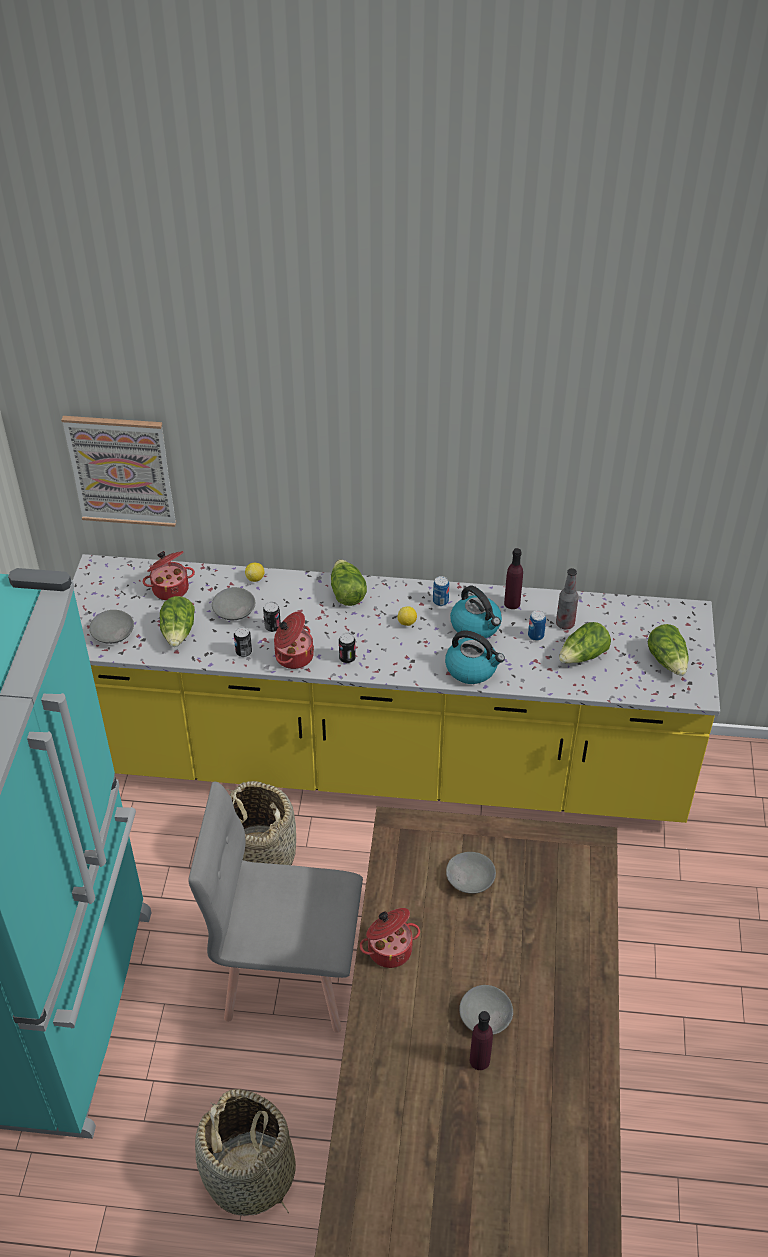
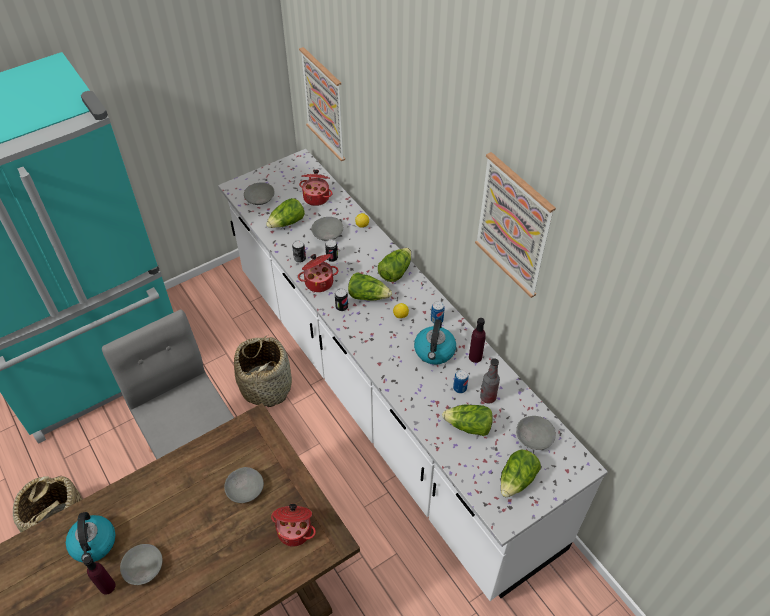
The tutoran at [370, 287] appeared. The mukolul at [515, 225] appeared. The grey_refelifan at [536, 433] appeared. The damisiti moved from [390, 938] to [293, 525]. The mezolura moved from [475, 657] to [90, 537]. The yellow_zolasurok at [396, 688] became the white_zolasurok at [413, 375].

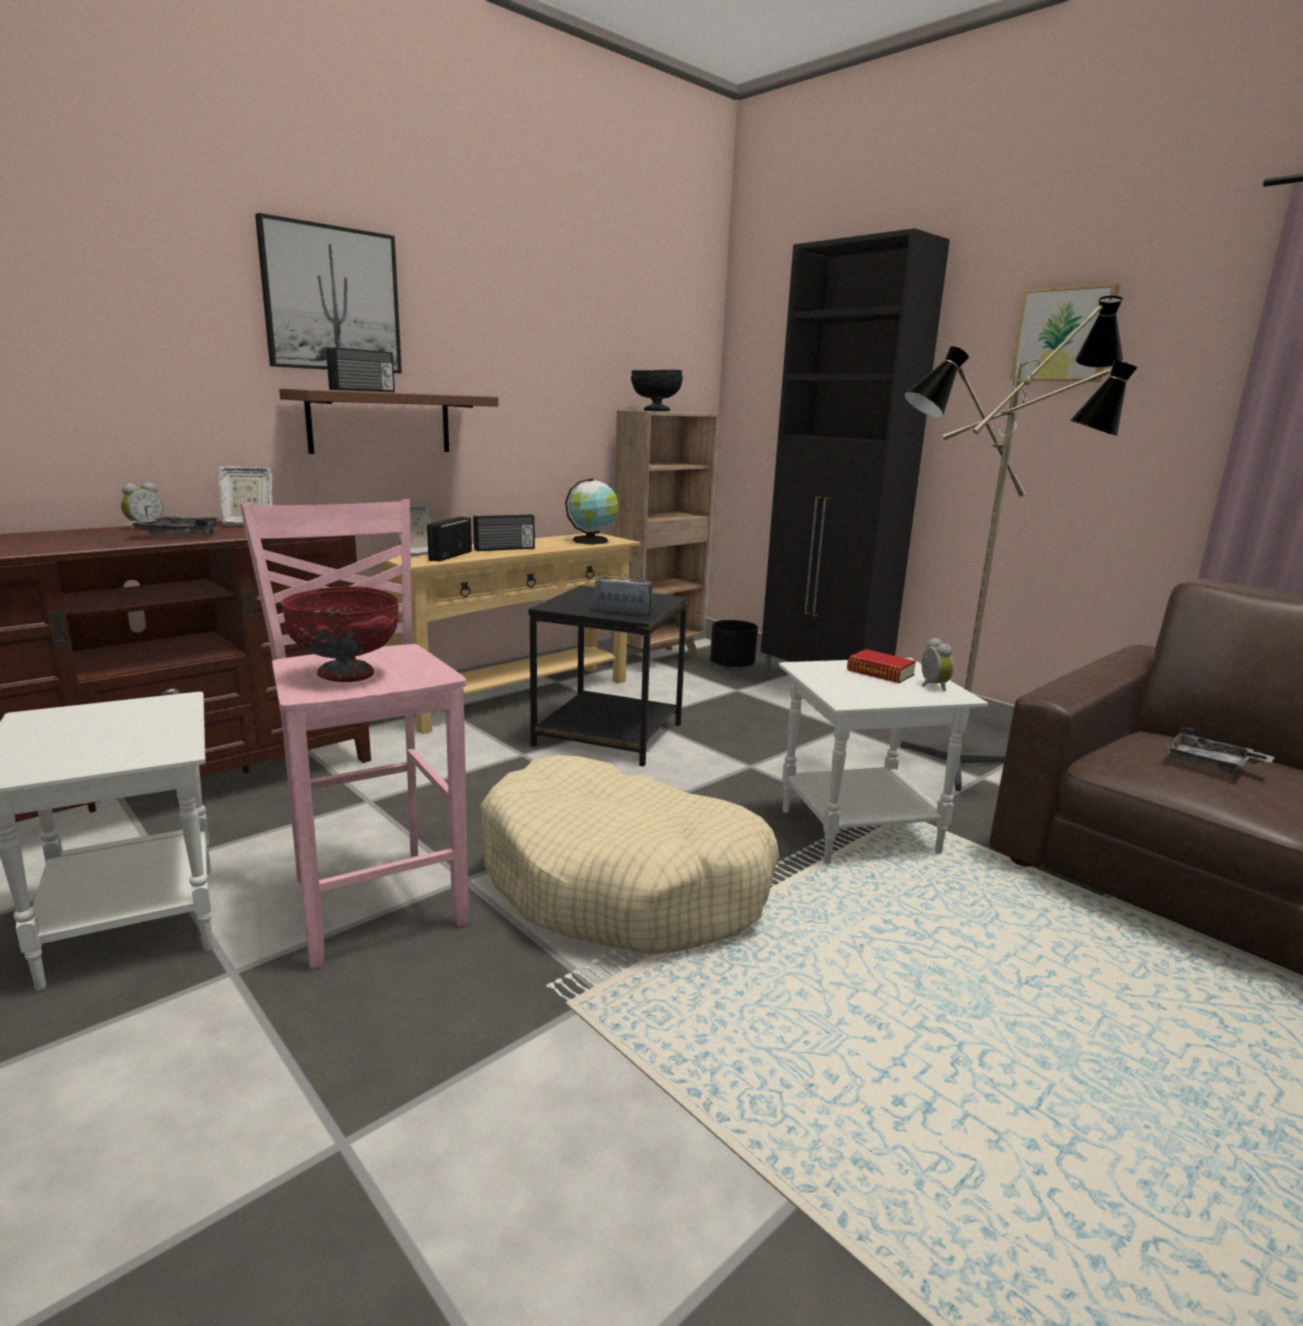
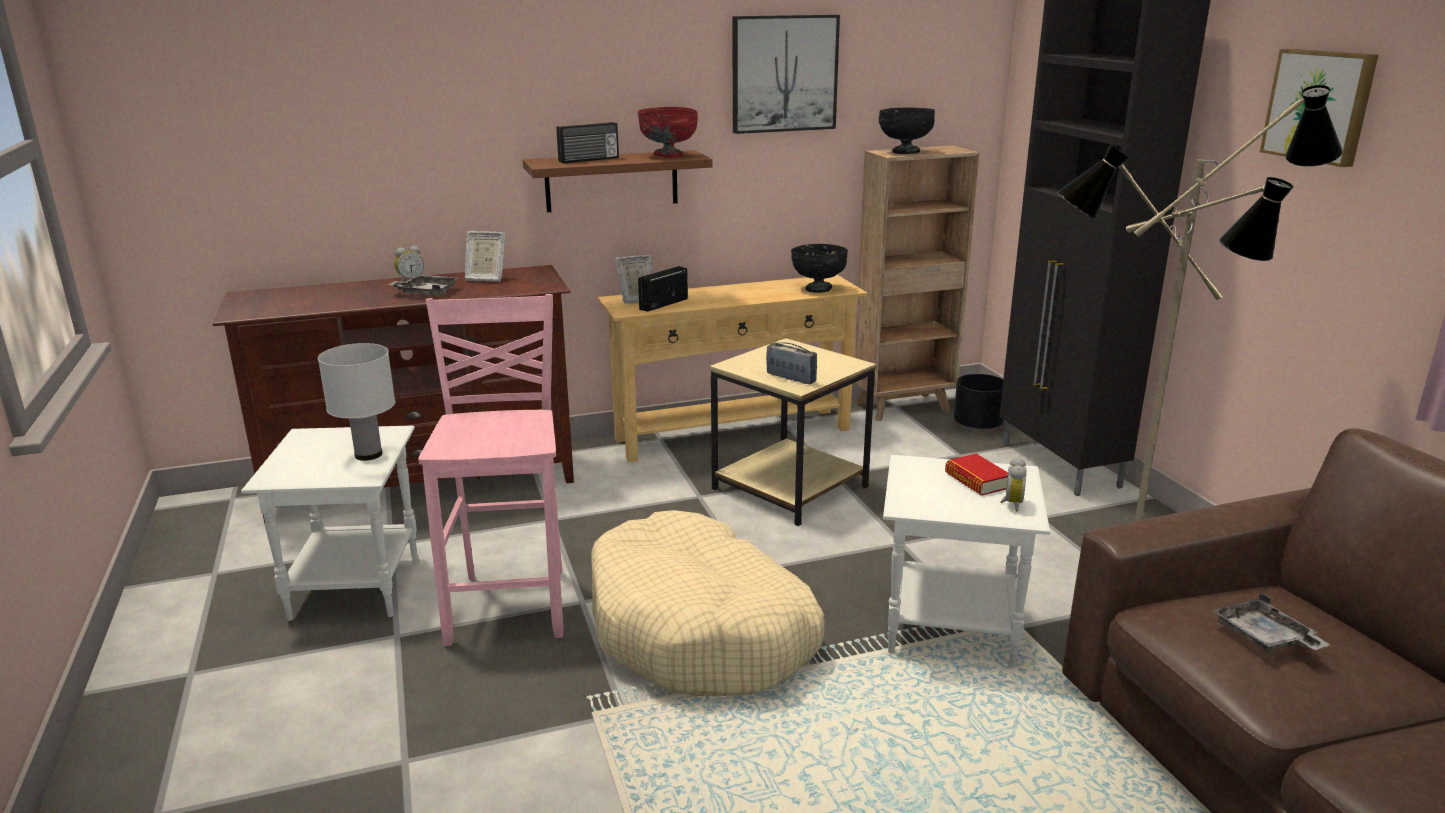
The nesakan at [504, 532] disappeared. The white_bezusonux at [356, 402] appeared. The mukolul moved from [328, 293] to [786, 74]. The red_refelifan moved from [340, 634] to [667, 132]. The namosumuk at [592, 511] was replaced by the black_refelifan at [819, 268]. The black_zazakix at [608, 676] became the beige_zazakix at [793, 432].

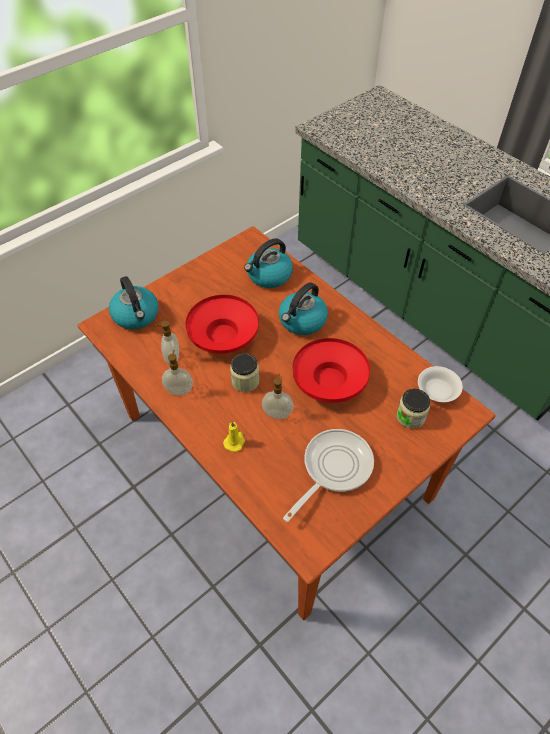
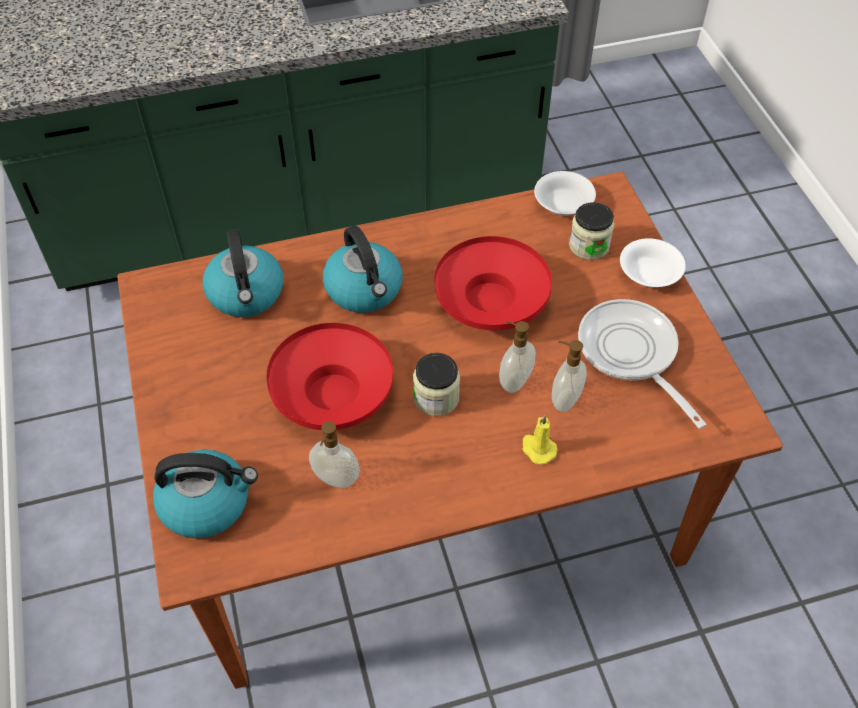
The white_refelifan at [653, 262] appeared. The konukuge moved from [177, 372] to [569, 376].

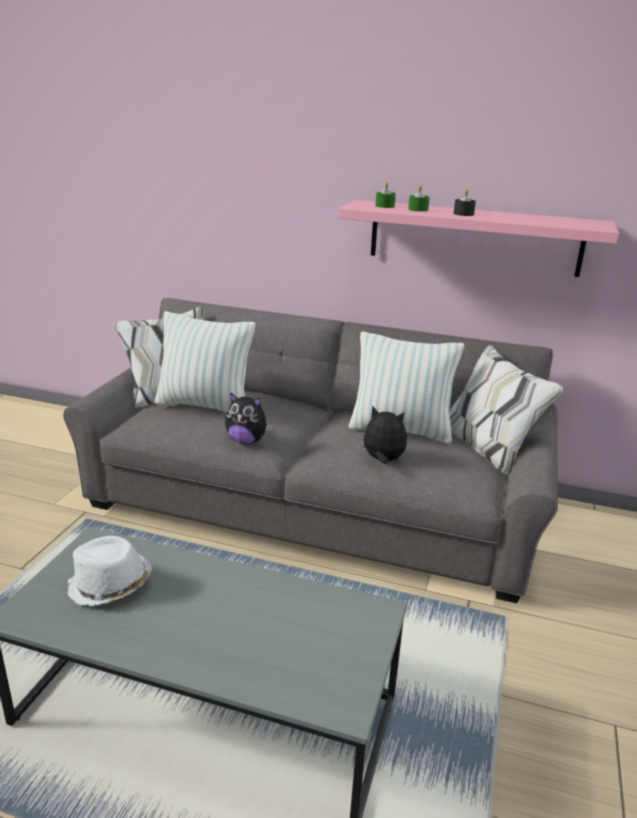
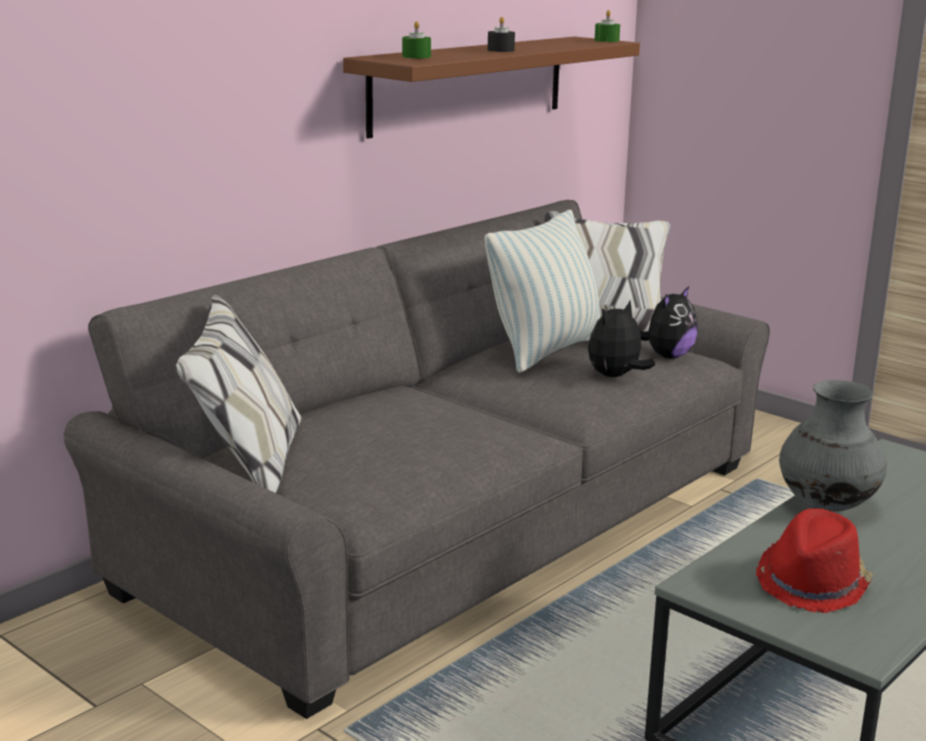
The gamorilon at [205, 362] disappeared. The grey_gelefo at [833, 445] appeared. The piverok moved from [249, 418] to [669, 322]. The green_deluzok moved from [418, 198] to [607, 26]. The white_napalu at [110, 571] became the red_napalu at [814, 560]. The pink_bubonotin at [478, 238] became the brown_bubonotin at [491, 87].

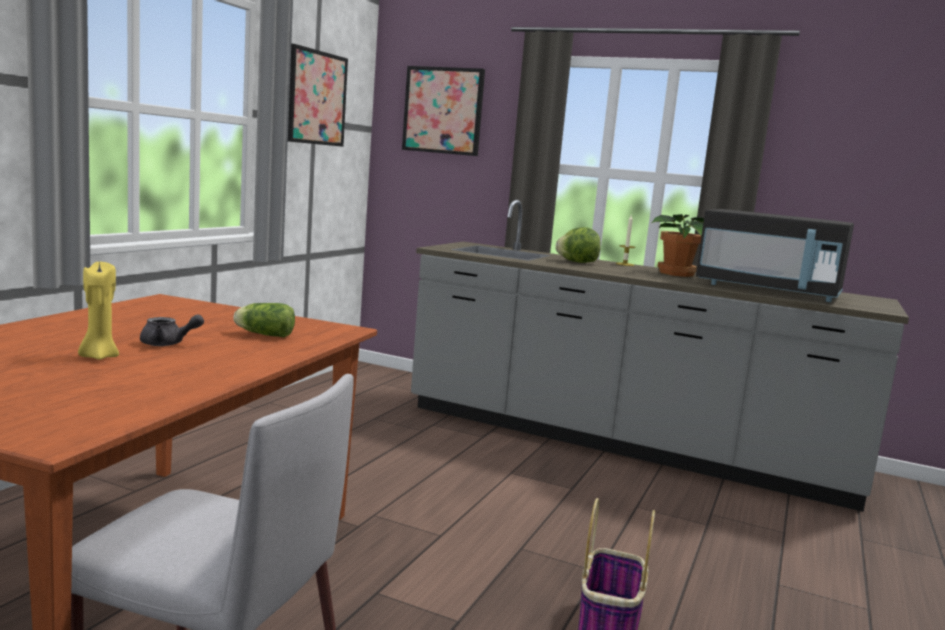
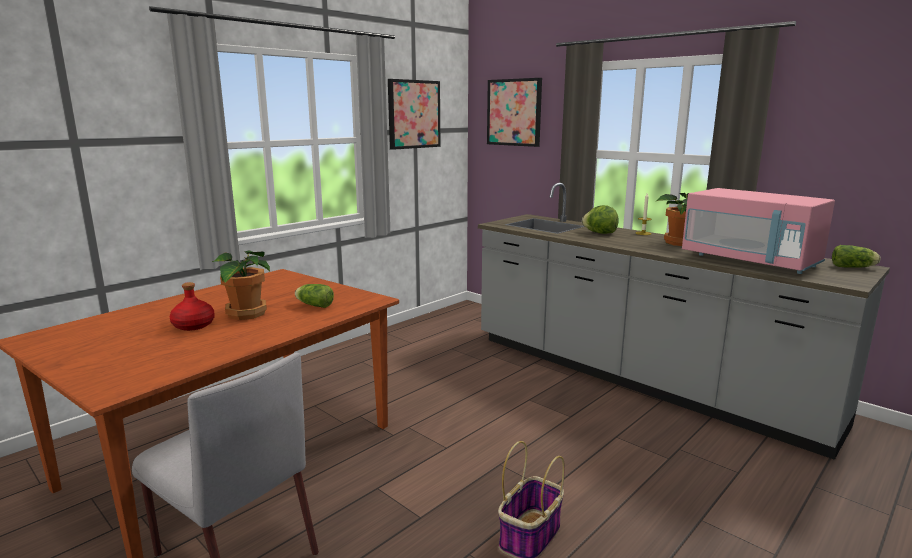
The tutoran at [856, 256] appeared. The yellow_deluzok at [98, 310] was replaced by the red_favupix at [192, 306]. The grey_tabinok at [172, 330] was replaced by the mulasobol at [241, 285]. The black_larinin at [775, 255] became the pink_larinin at [758, 231].

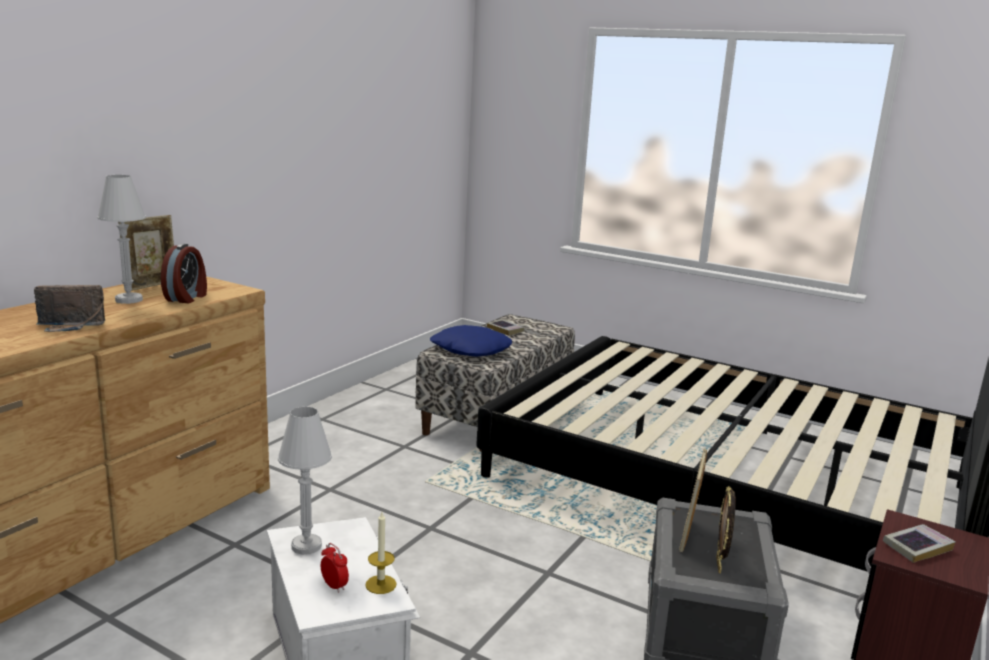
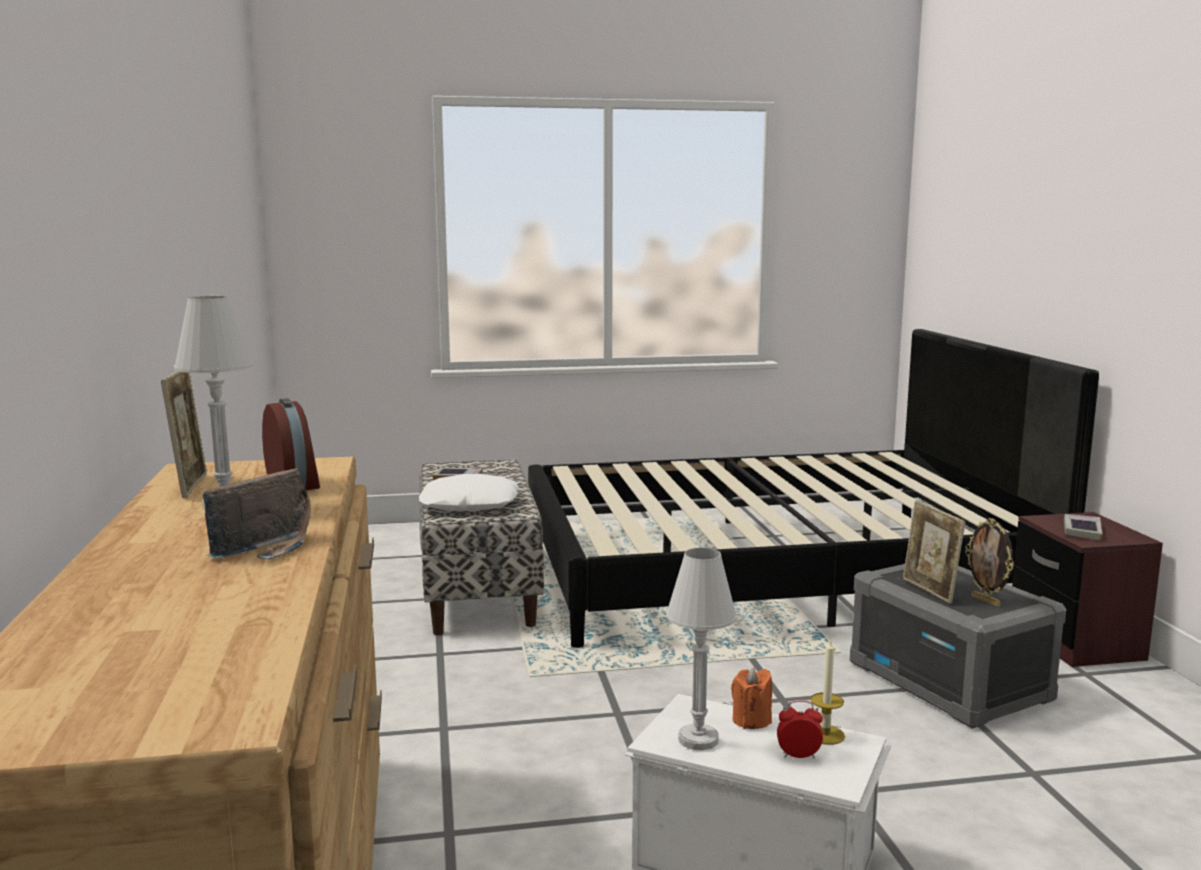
The orange_deluzok at [751, 698] appeared. The blue_gamorilon at [471, 341] became the white_gamorilon at [469, 492].

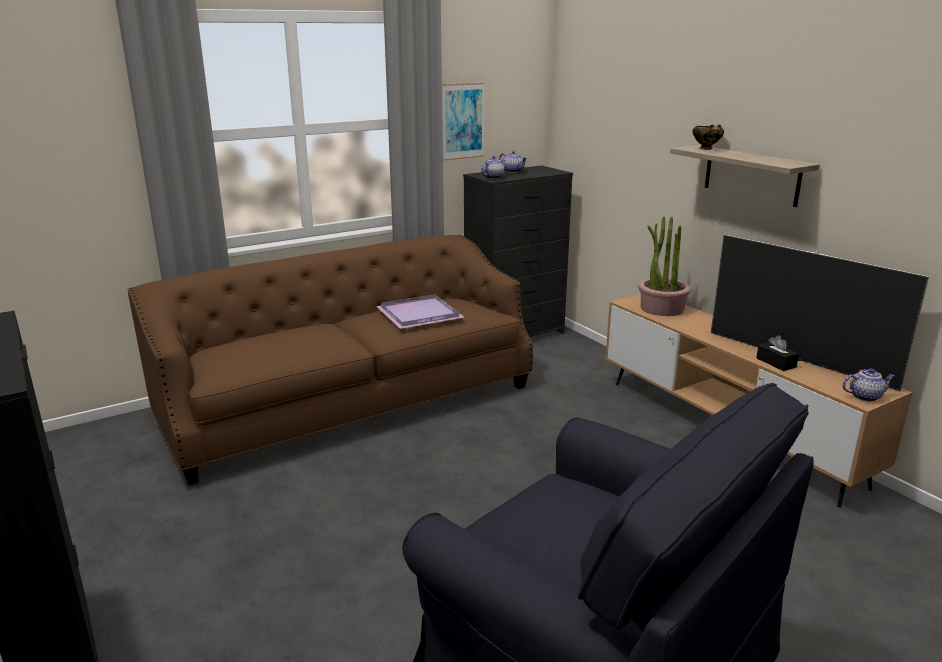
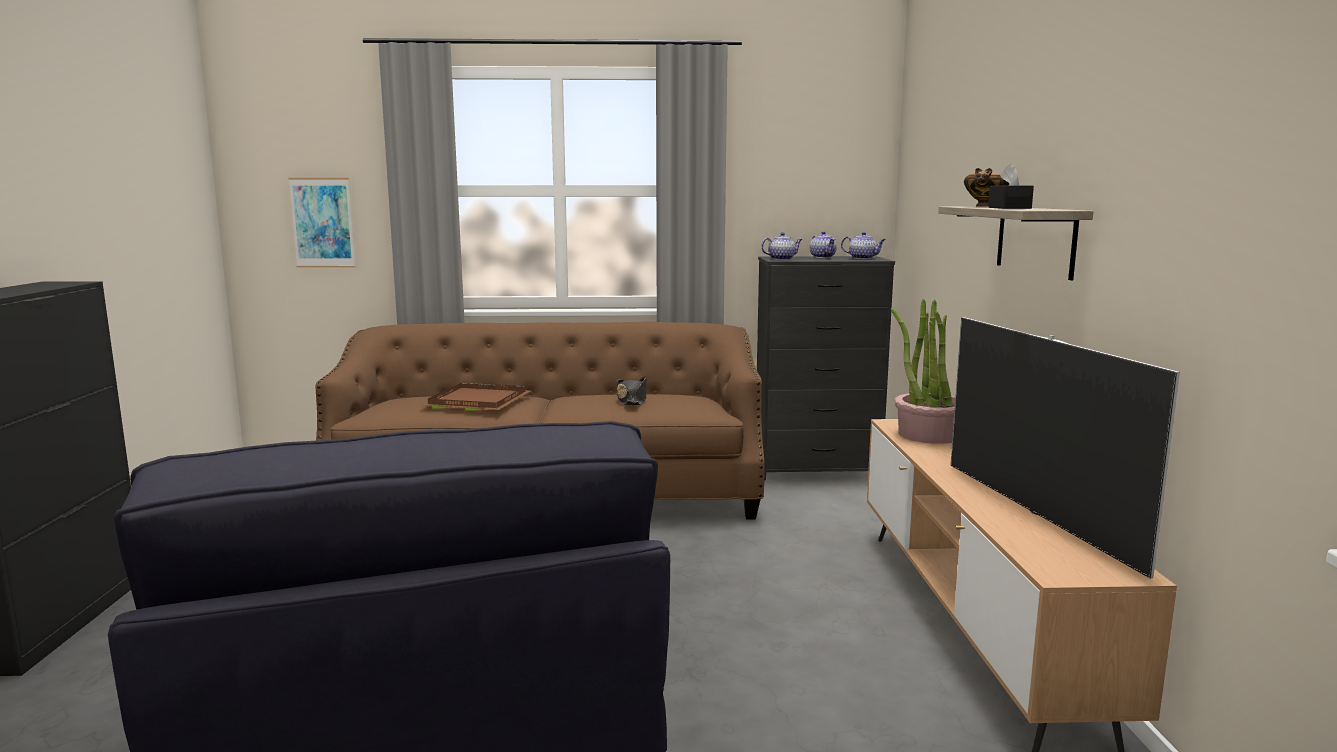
The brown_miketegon at [476, 397] appeared. The mukolul moved from [463, 122] to [322, 223]. The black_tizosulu moved from [777, 353] to [1011, 186]. The tabinok moved from [868, 385] to [863, 245]. The purple_miketegon at [420, 311] was replaced by the black_napalu at [631, 390].

